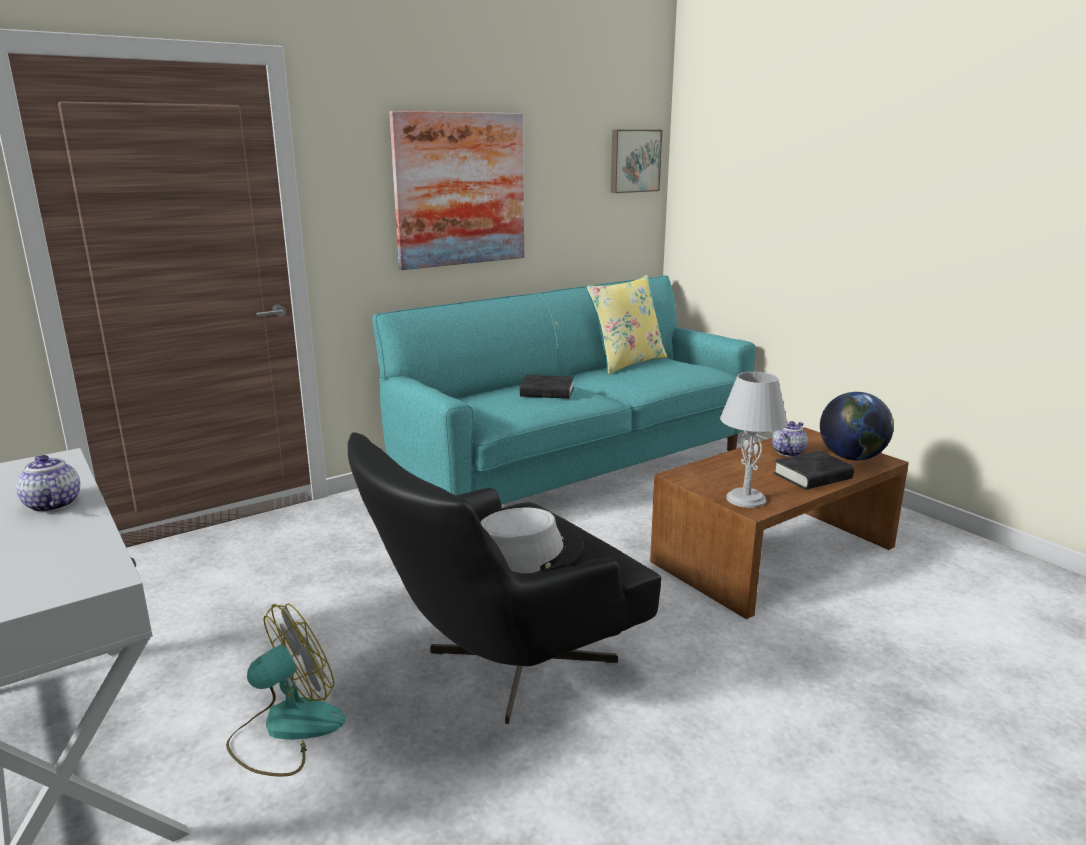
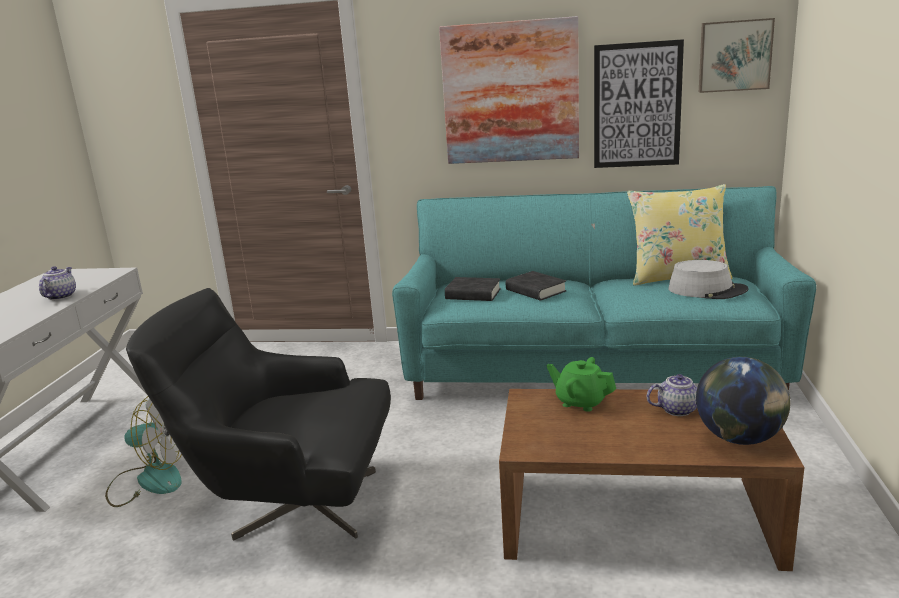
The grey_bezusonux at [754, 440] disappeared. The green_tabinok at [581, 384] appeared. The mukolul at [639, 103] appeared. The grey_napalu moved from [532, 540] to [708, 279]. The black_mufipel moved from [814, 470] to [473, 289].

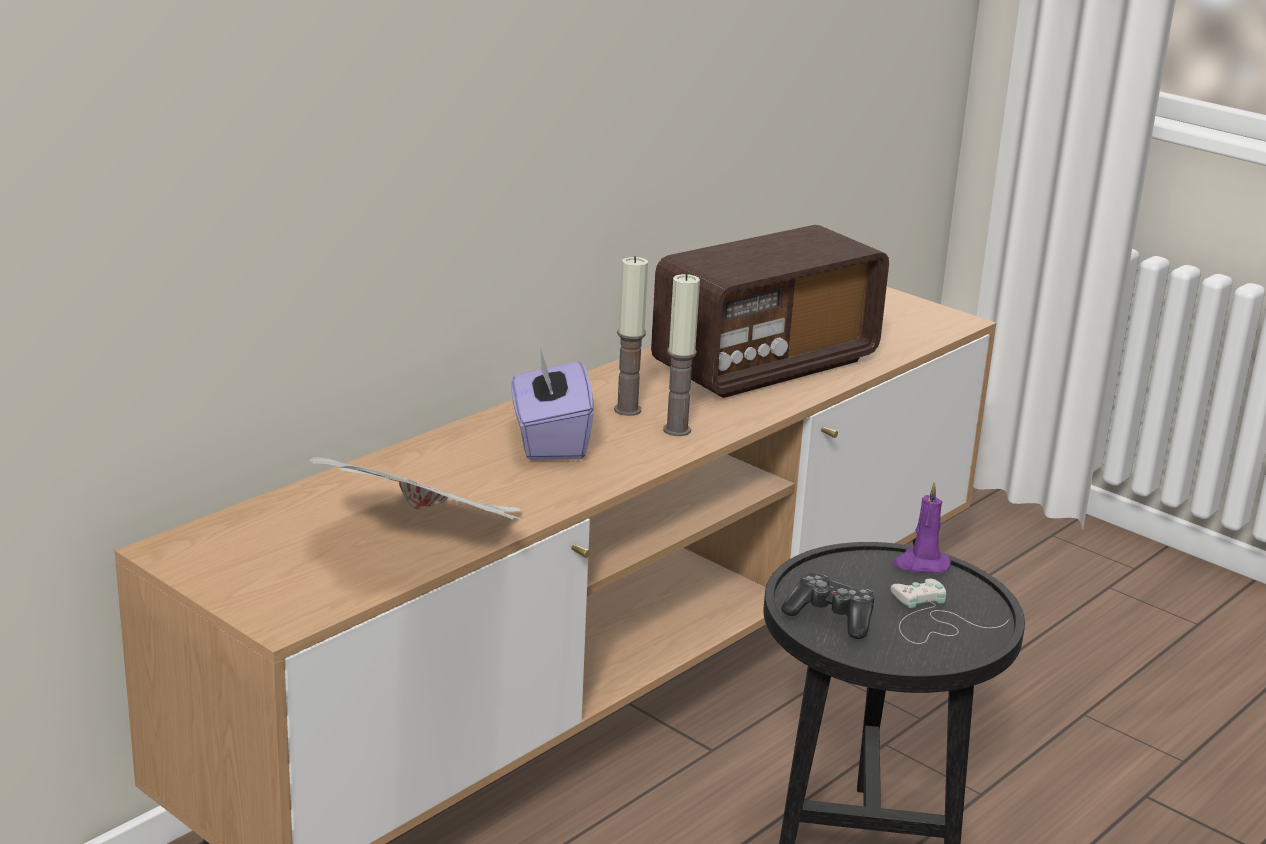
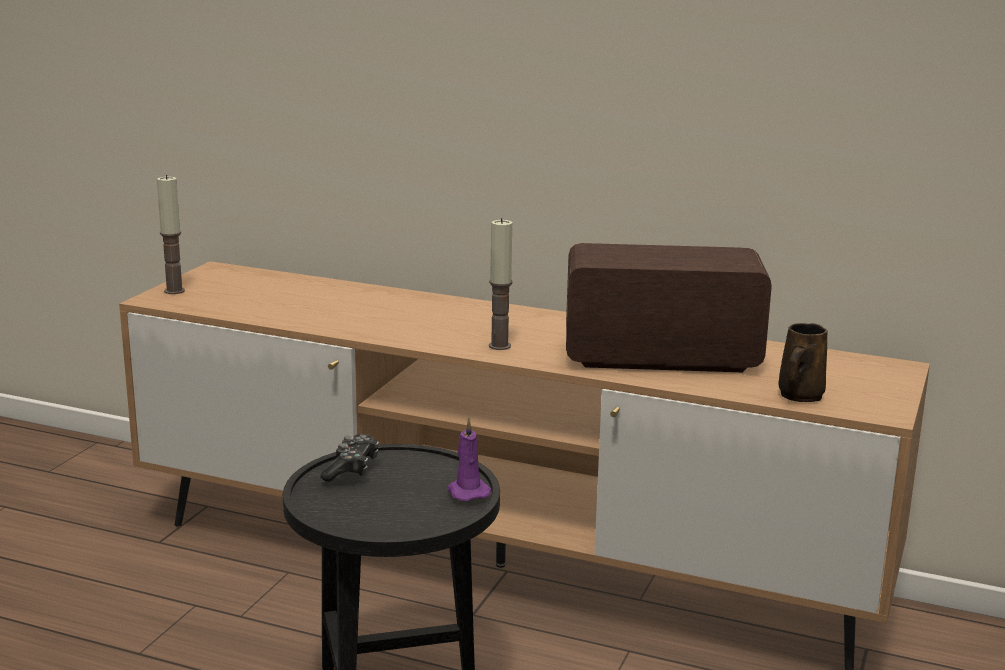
The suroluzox at [415, 488] disappeared. The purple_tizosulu at [552, 404] disappeared. The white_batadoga at [950, 611] disappeared. The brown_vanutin at [803, 362] appeared. The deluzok moved from [631, 336] to [171, 234]. The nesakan at [770, 311] turned 150 degrees clockwise.

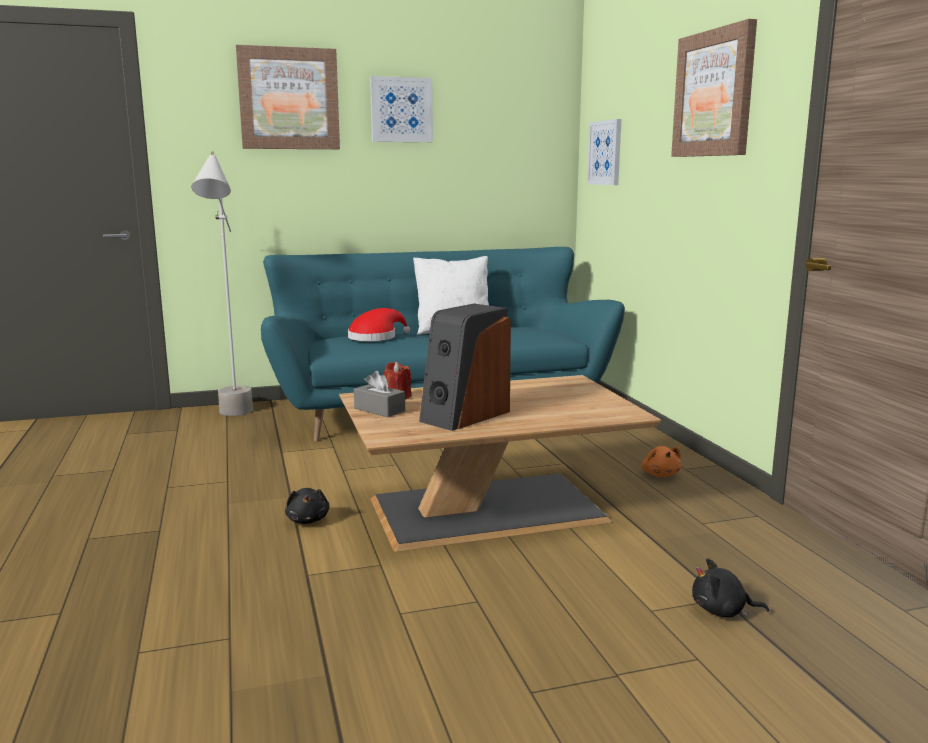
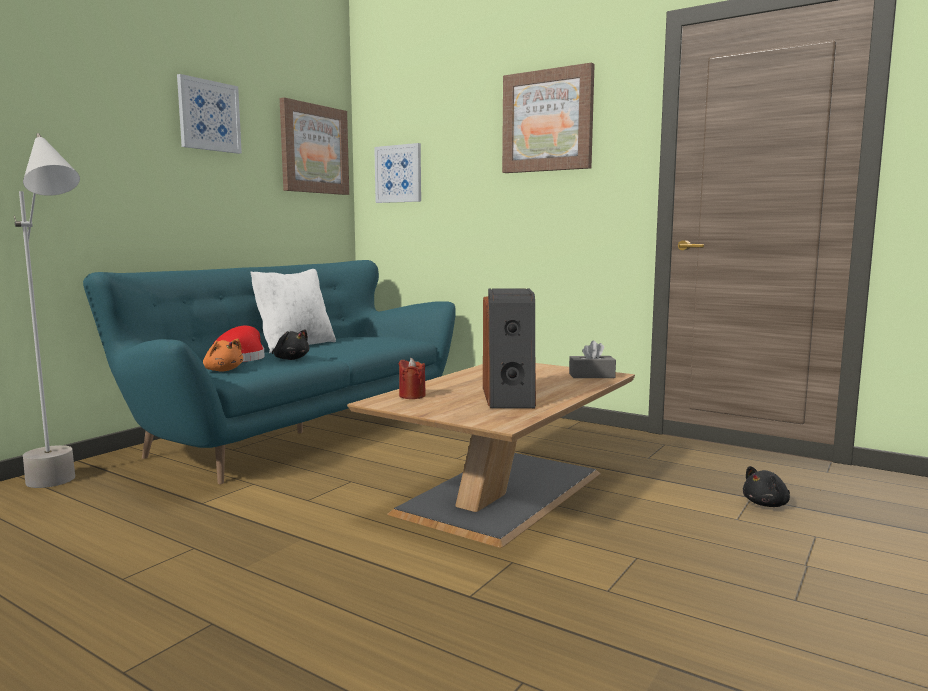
The mukolul moved from [288, 97] to [314, 146]. The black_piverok moved from [307, 506] to [290, 345]. The grey_tizosulu moved from [379, 394] to [592, 359]. The orange_piverok moved from [661, 461] to [223, 355].

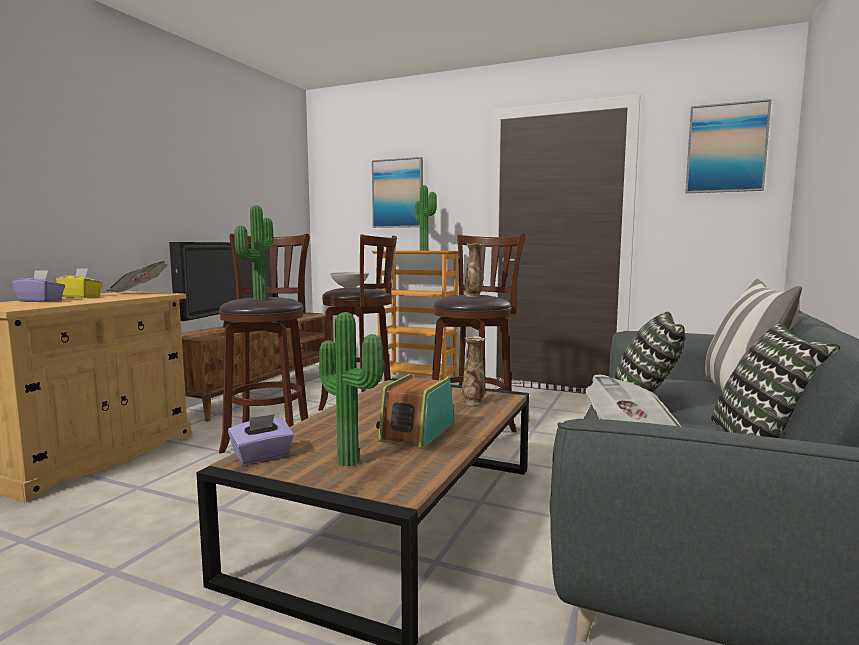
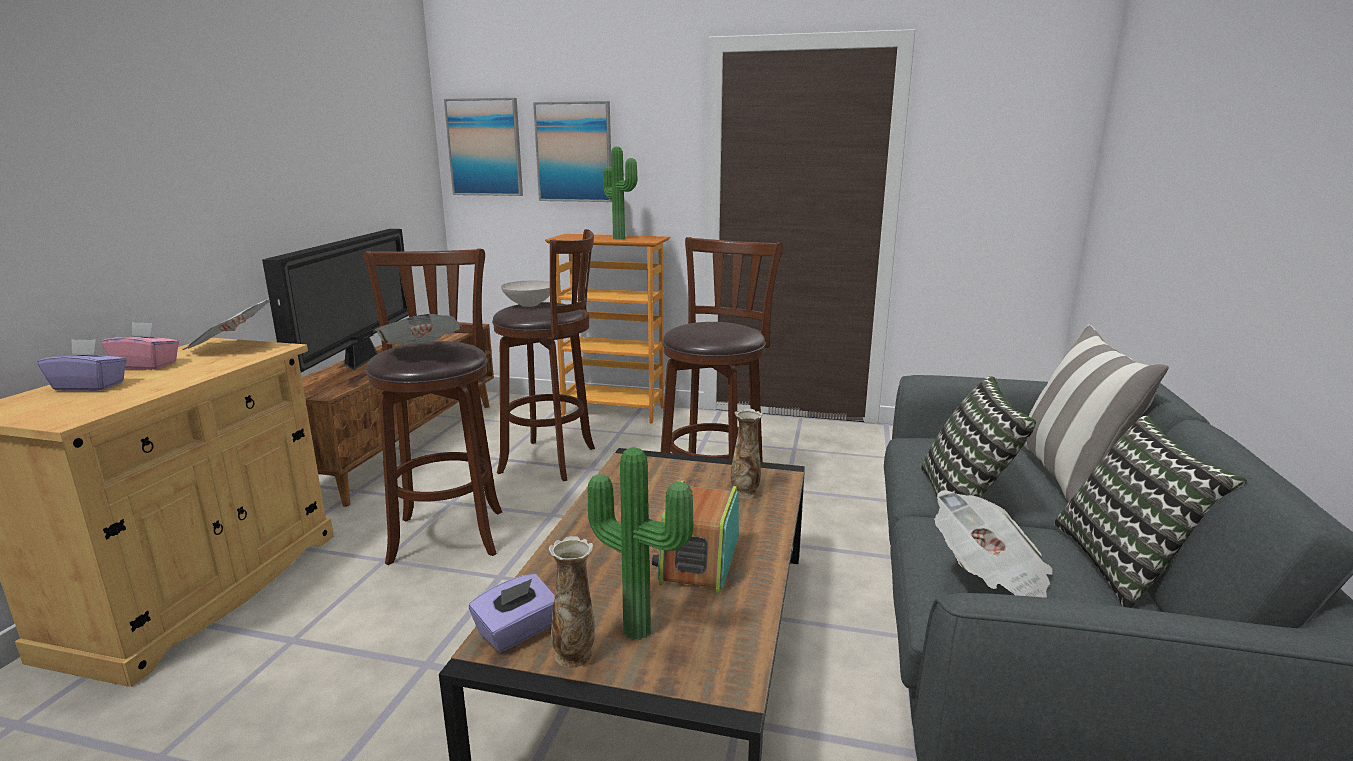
The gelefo moved from [474, 270] to [572, 602]. The mukolul moved from [728, 146] to [483, 147]. The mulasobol at [254, 252] was replaced by the suroluzox at [418, 329]. The yellow_tizosulu at [79, 283] became the pink_tizosulu at [140, 346].

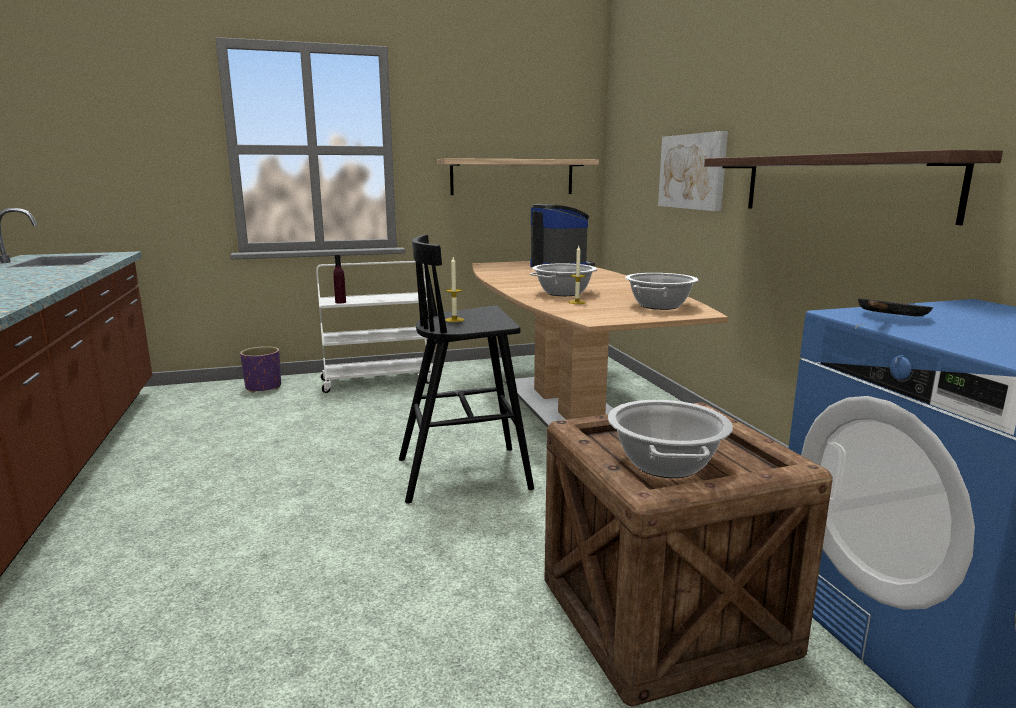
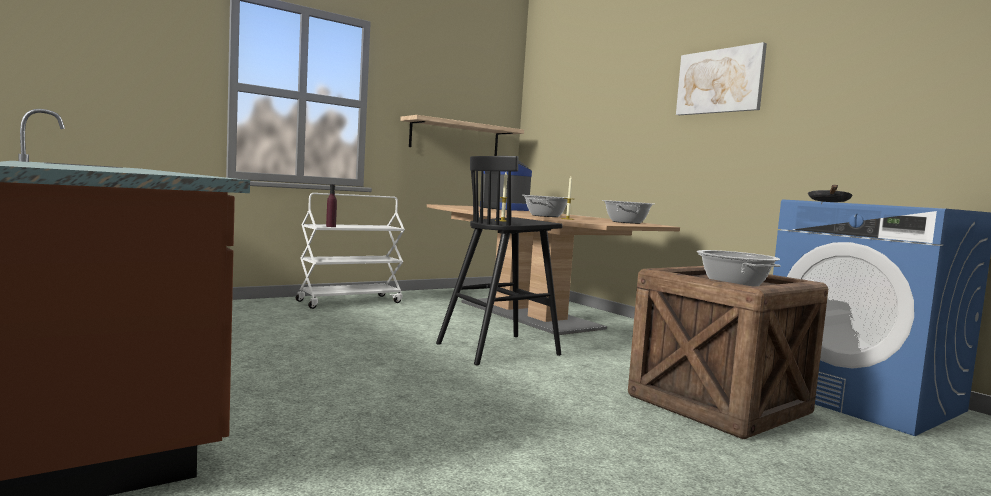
The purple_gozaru at [260, 369] disappeared. The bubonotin at [853, 187] disappeared. The mukolul moved from [693, 171] to [721, 78].

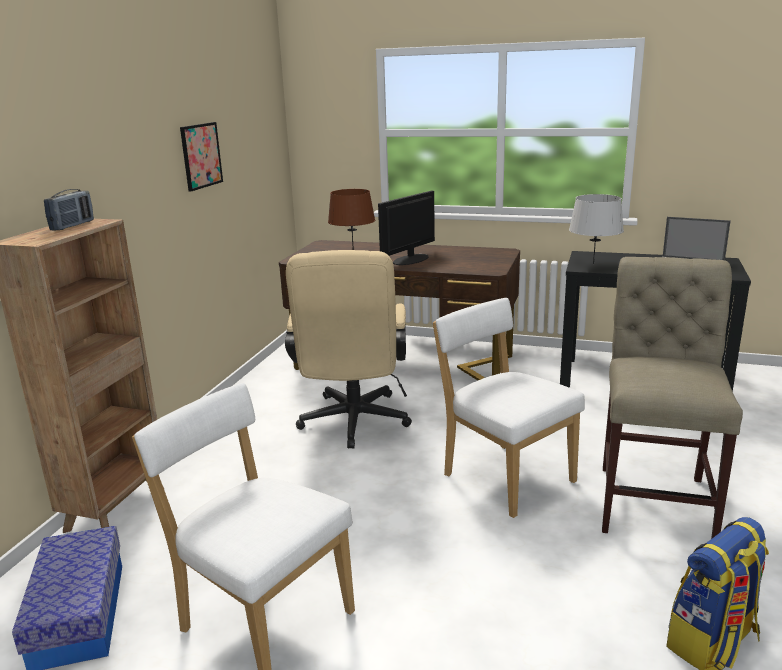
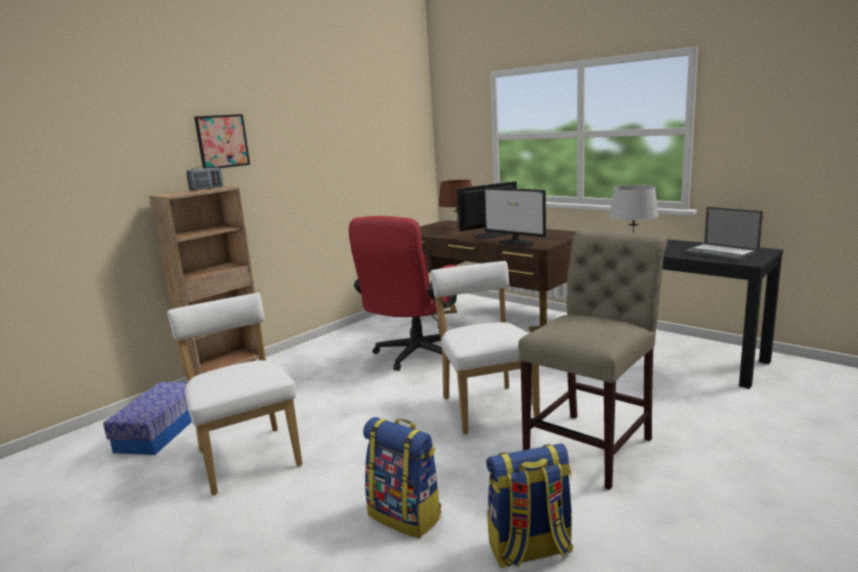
The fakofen at [402, 477] appeared. The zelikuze at [514, 217] appeared. The mukolul moved from [201, 157] to [222, 141]. The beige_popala at [348, 349] became the red_popala at [403, 293].

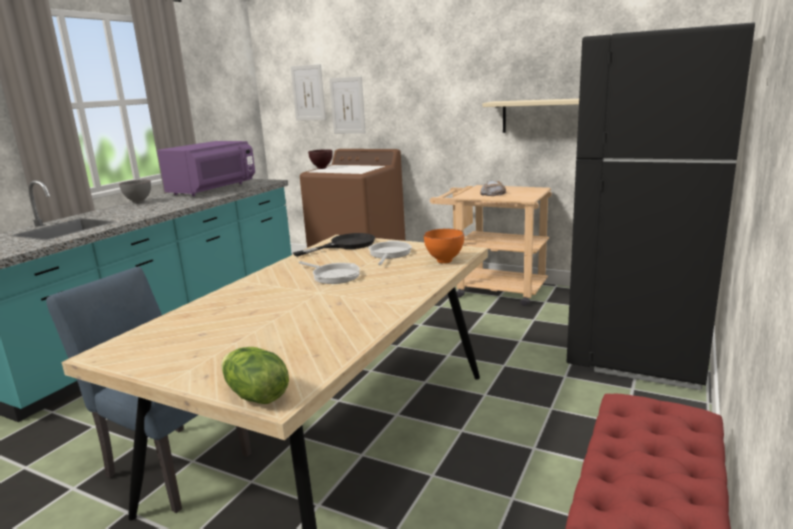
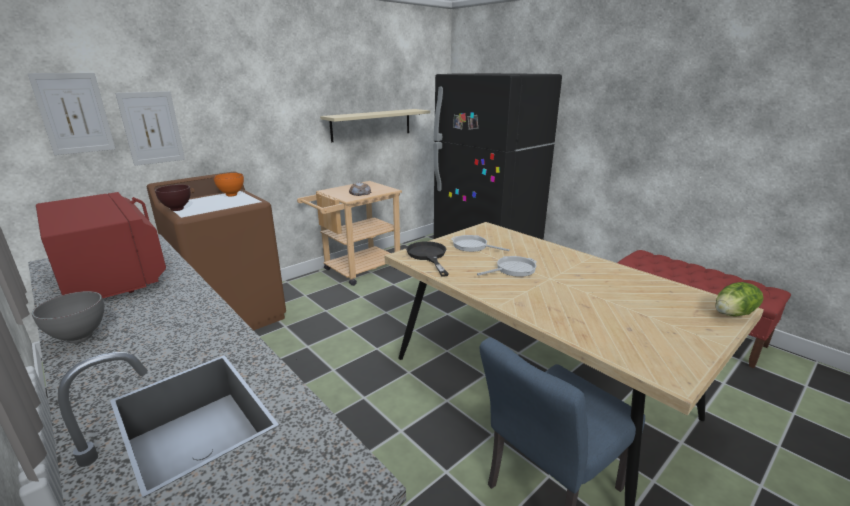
The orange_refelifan moved from [444, 246] to [228, 184]. The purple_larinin at [206, 168] became the red_larinin at [101, 245].

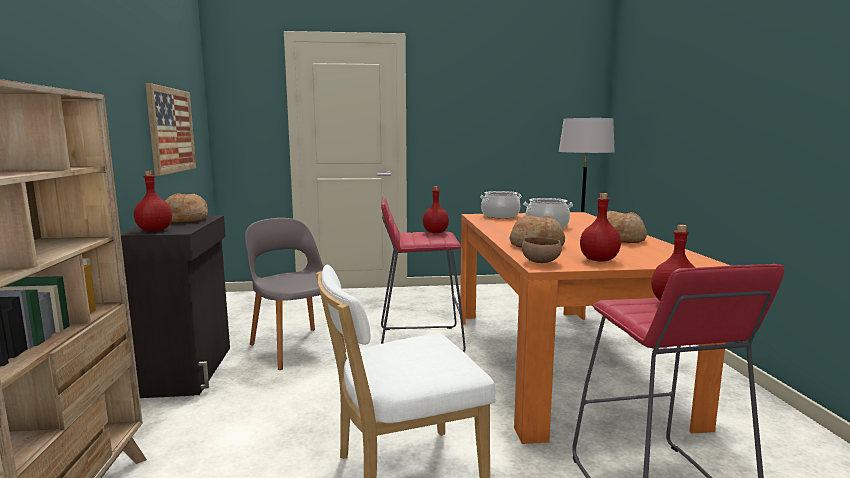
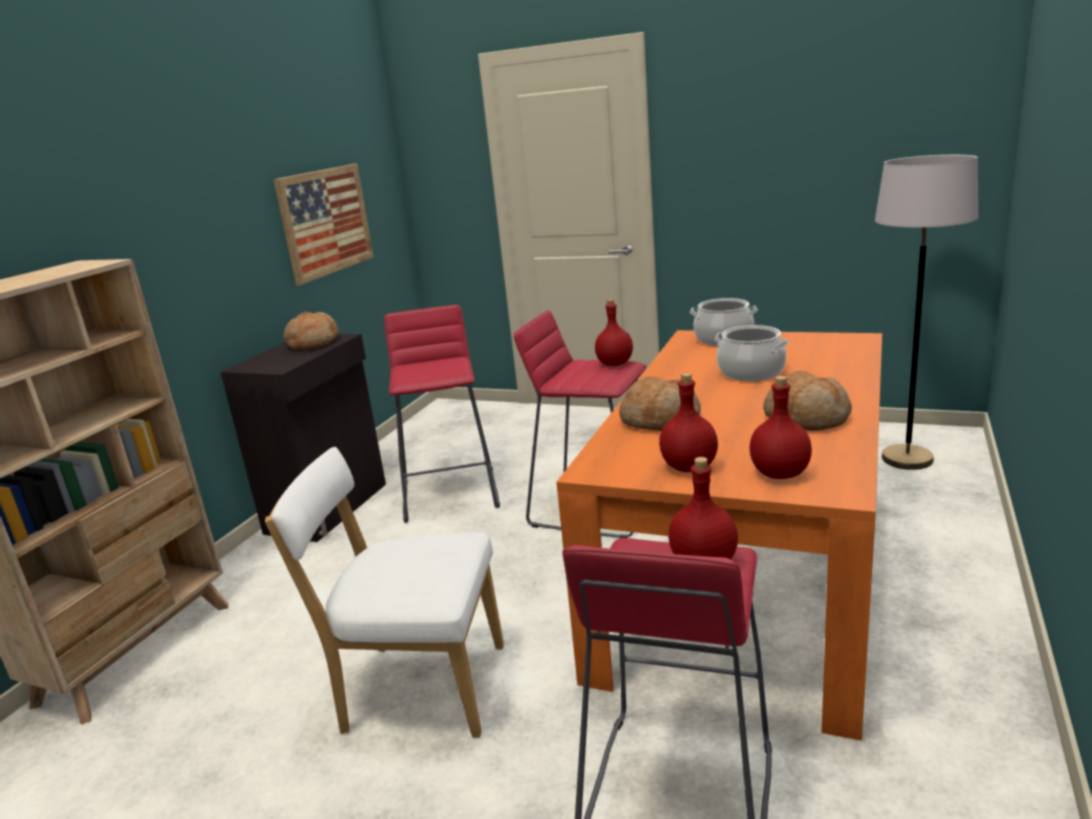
The brown_refelifan at [542, 250] disappeared. The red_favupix moved from [153, 201] to [781, 427]. The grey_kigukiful at [295, 294] was replaced by the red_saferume at [442, 414].

